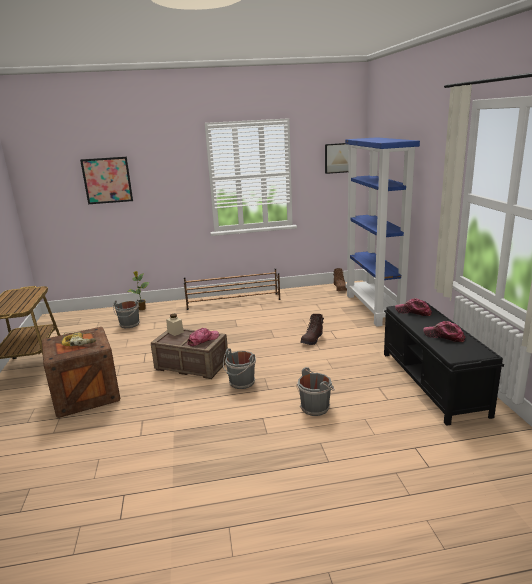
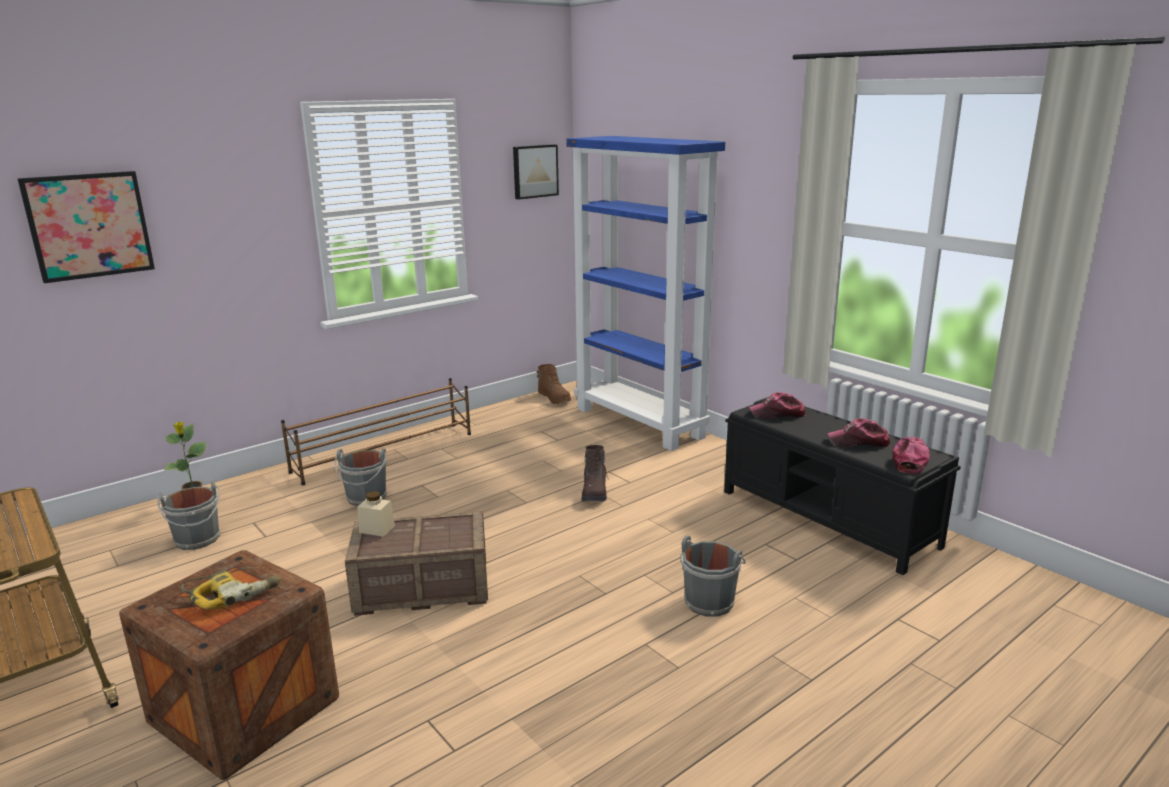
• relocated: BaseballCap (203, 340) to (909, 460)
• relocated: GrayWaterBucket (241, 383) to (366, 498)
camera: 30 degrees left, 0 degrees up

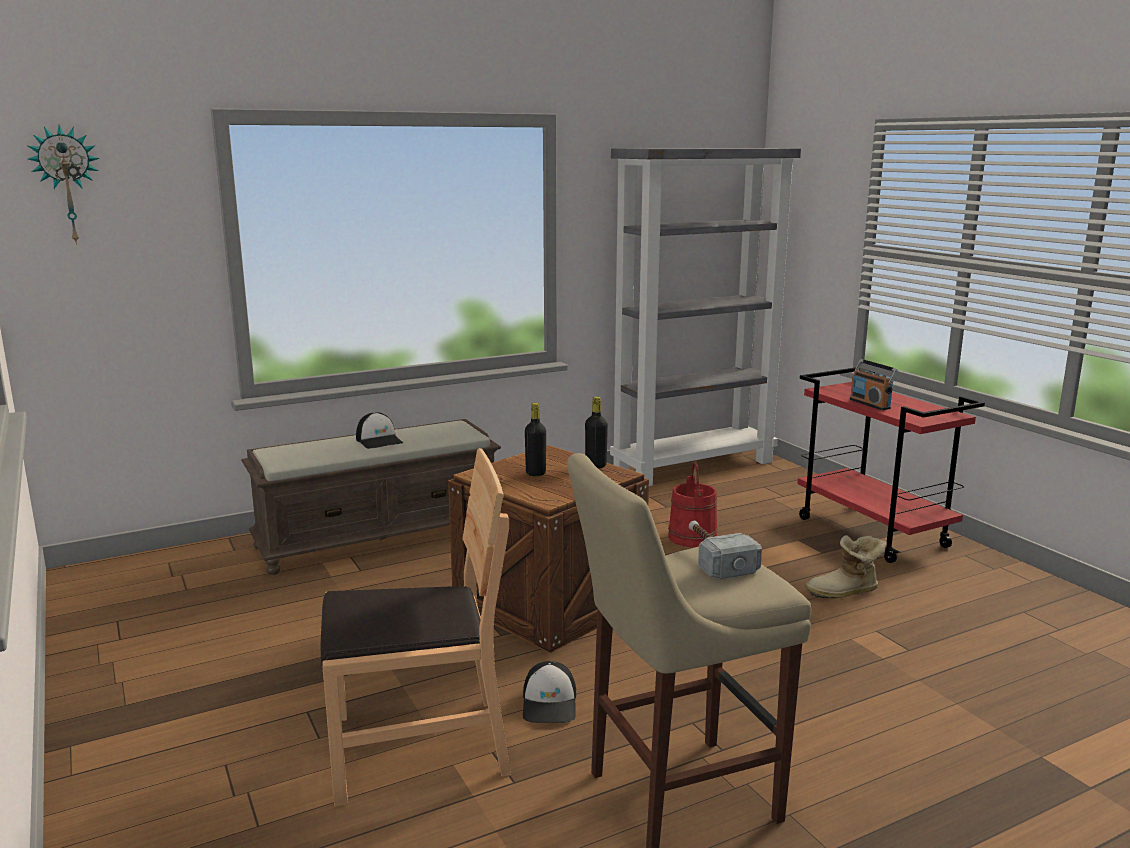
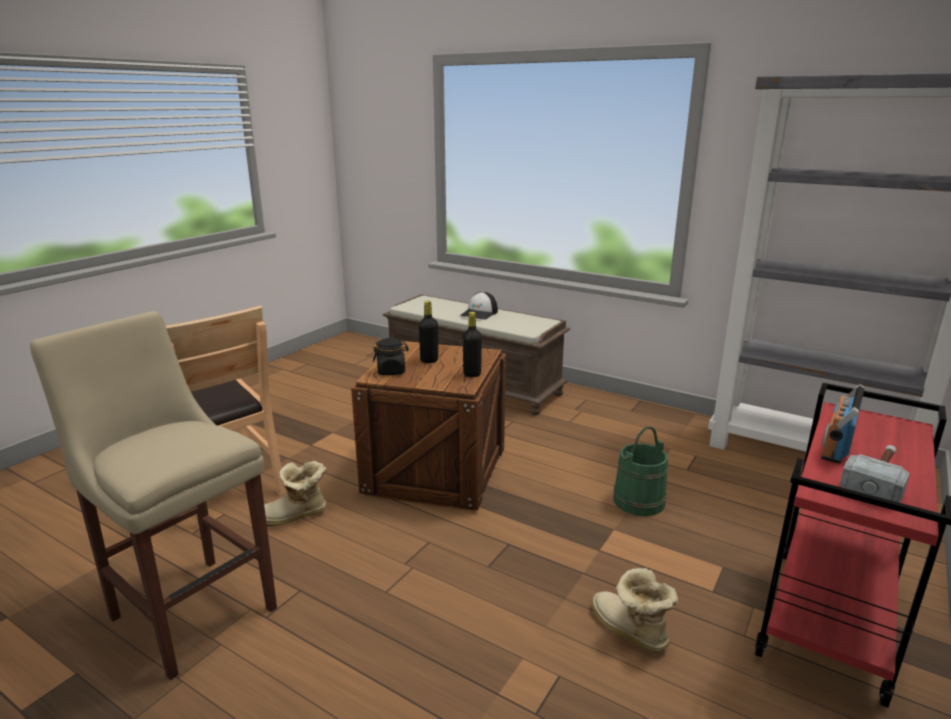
• missing: ClockOnTheWall (67, 185)
• exchanged: BaseballCap (550, 703) to HighTopBoot (294, 517)
• colour: ReddishWaterBucket (693, 537) to GreenishWaterBucket (639, 501)
• relocated: ToolHammer (714, 557) to (877, 480)
• appeared: BlackishJar (391, 371)
camera: 60 degrees right, 5 degrees up

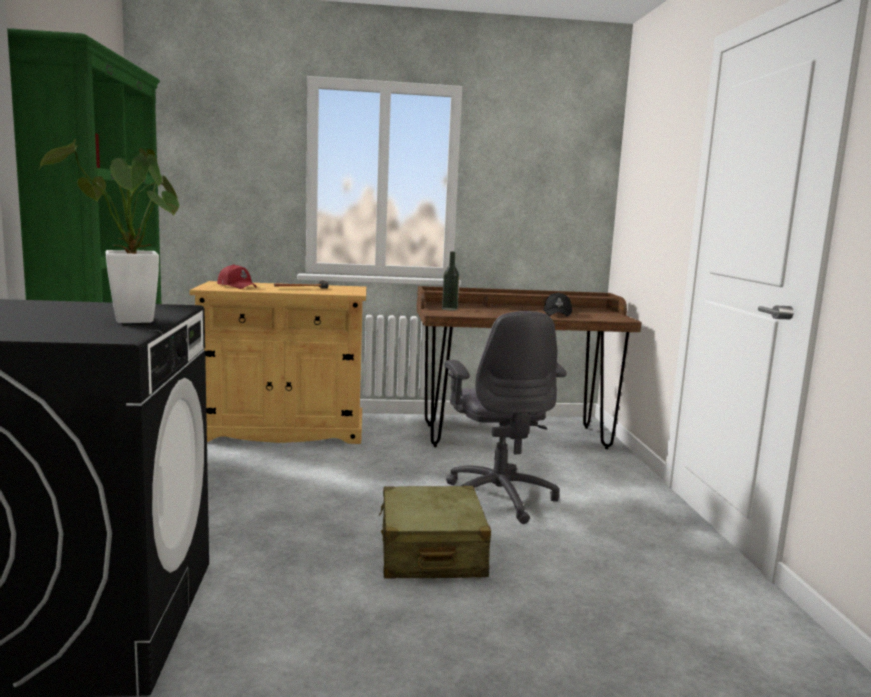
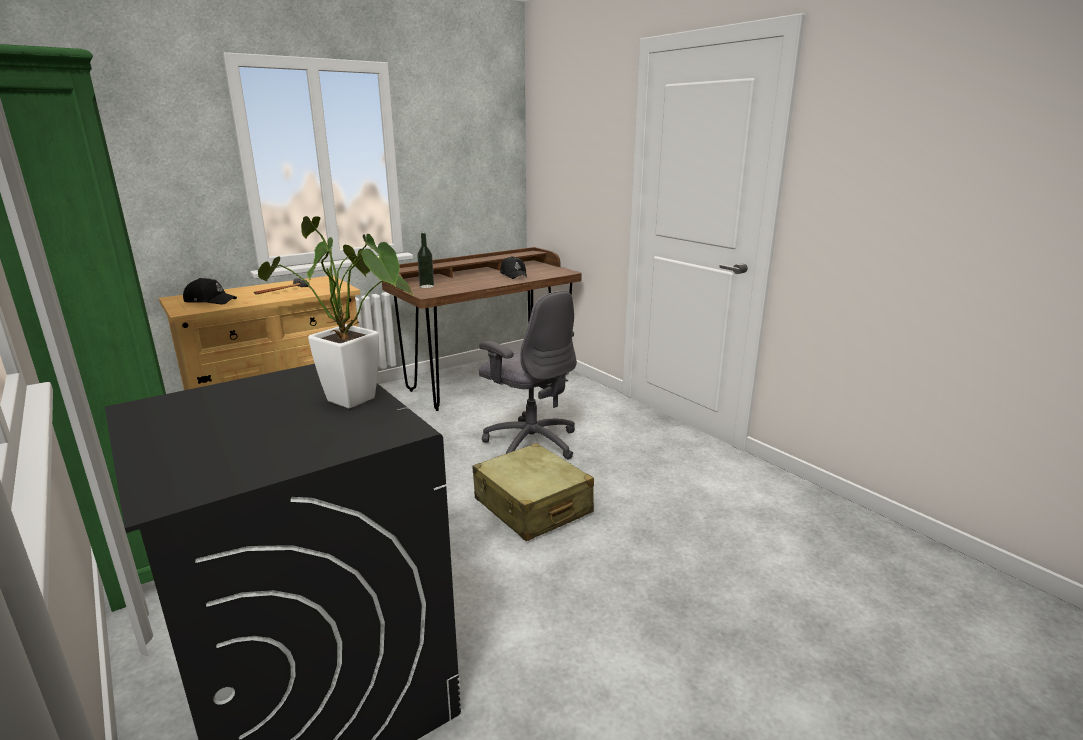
• colour: ReddishBaseballCap (237, 286) to BlackishBaseballCap (210, 301)
camera: 30 degrees left, 10 degrees up

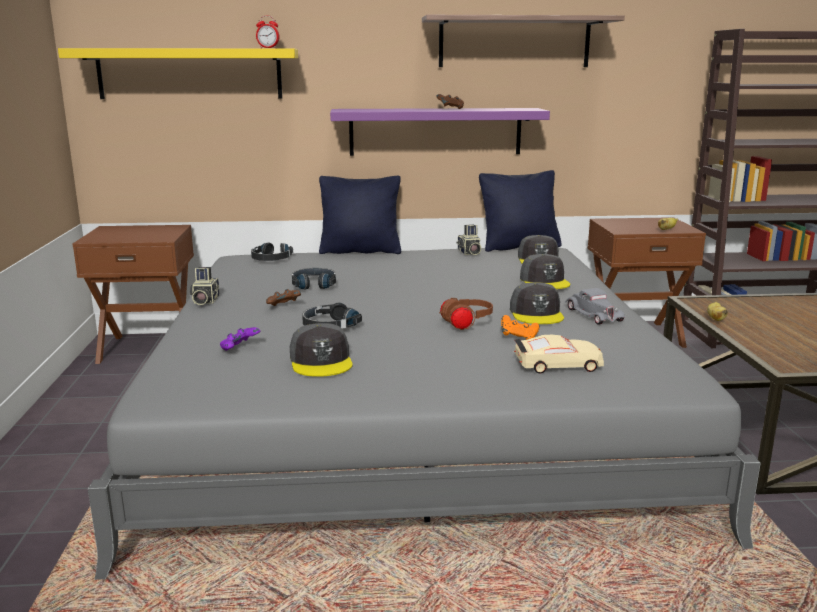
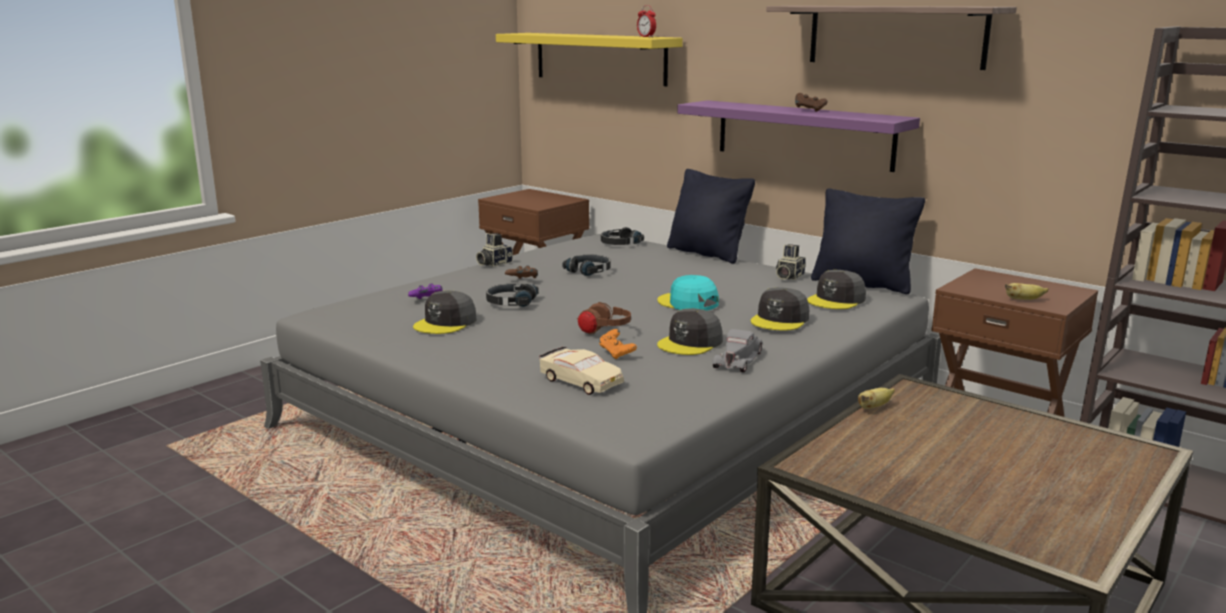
• appeared: BlueGreenBaseballCap (687, 303)
camera: 45 degrees right, 0 degrees up

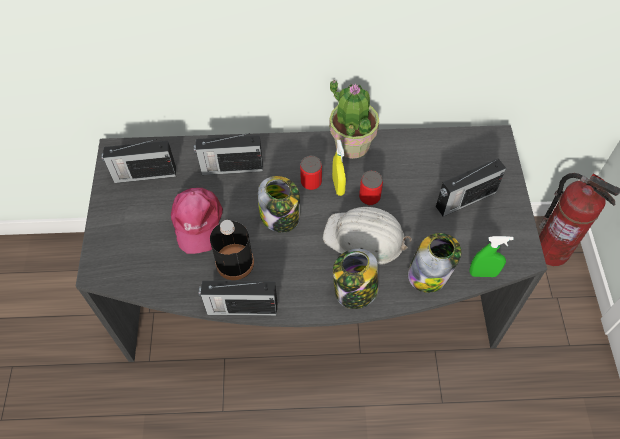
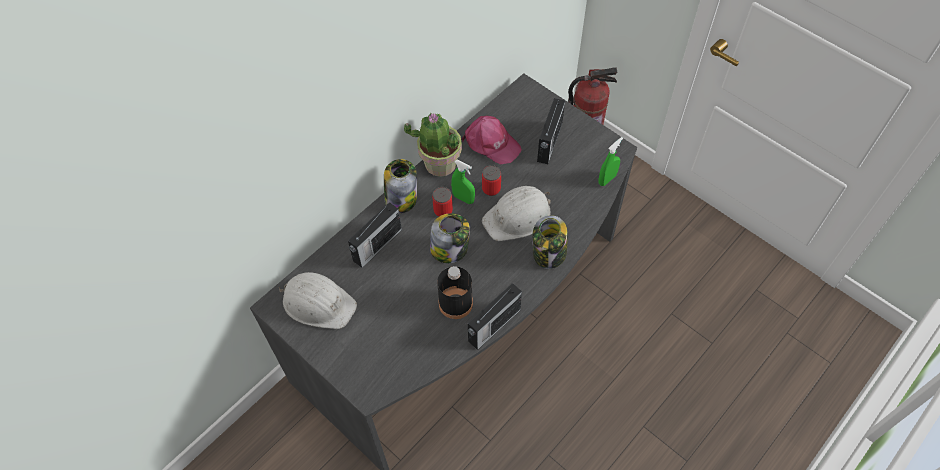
• exchanged: RadioSet (144, 174) to WhiteColouredHardHat (318, 303)
• relocated: PinkColouredBaseballCap (197, 222) to (491, 143)
• colour: YellowColouredHandSprayer (338, 186) to GreenishHandSprayer (463, 198)
• relocated: Jar (429, 274) to (401, 198)
camera: 45 degrees left, 0 degrees up

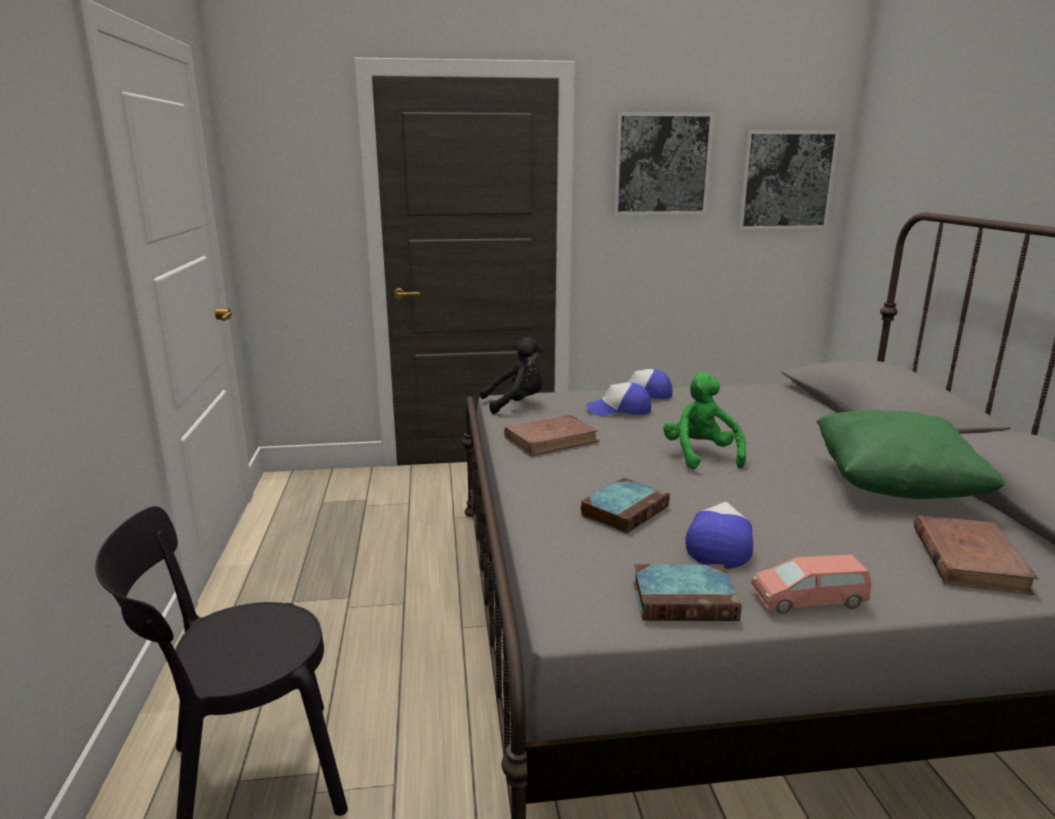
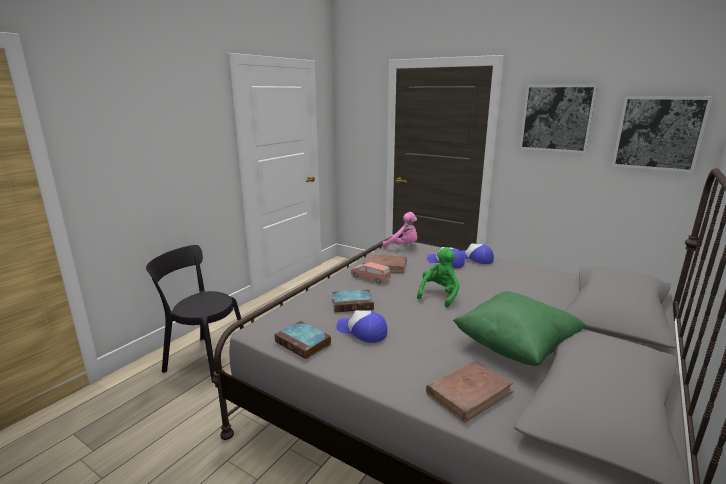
• colour: BlackishSoftToy (516, 404) to PinkColouredSoftToy (403, 246)
• spun: BaseballCap (719, 544) = (362, 332) 120 degrees counterclockwise
• relocated: PinkColouredToyCar (808, 600) to (370, 278)
camera: 40 degrees right, 0 degrees up

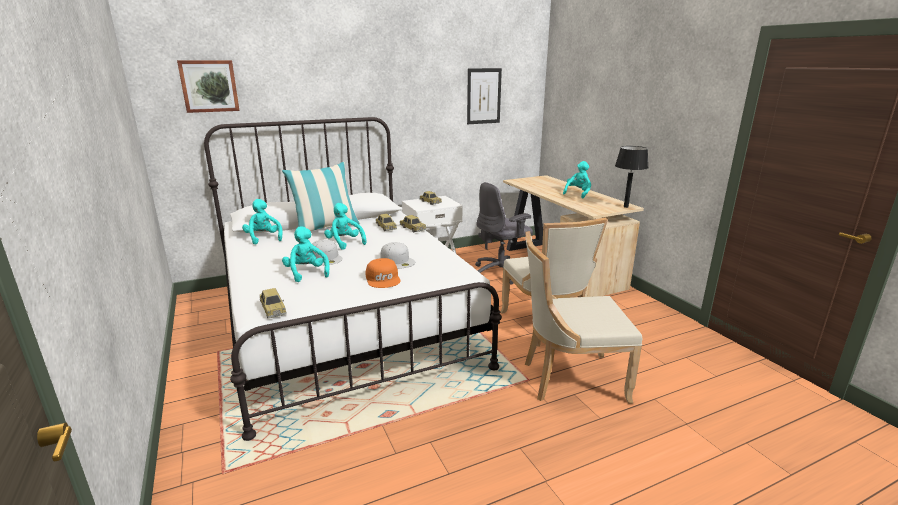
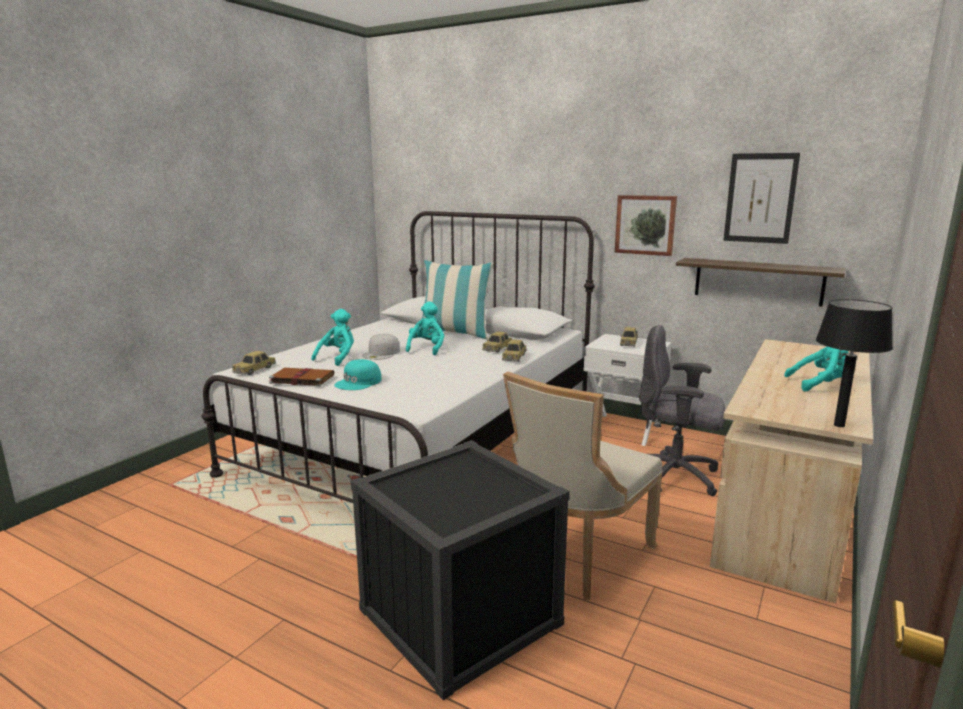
• relocated: Picture (209, 86) to (645, 225)
• missing: BlueGreenSoftToy (263, 238)
• colour: OrangeColouredBaseballCap (383, 279) to BlueGreenBaseballCap (359, 382)
• missing: WhiteColouredBaseballCap (398, 260)
• exchanged: SandColouredPlainChair (569, 379) to BlackishStorageBox (460, 616)
• appeared: BrownBook (301, 379)
• appeared: BracketShelf (758, 281)
camera: 55 degrees right, 5 degrees down

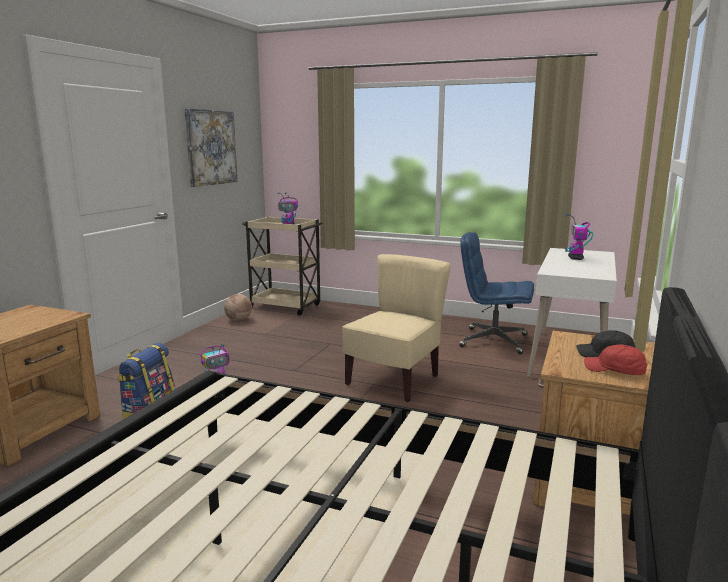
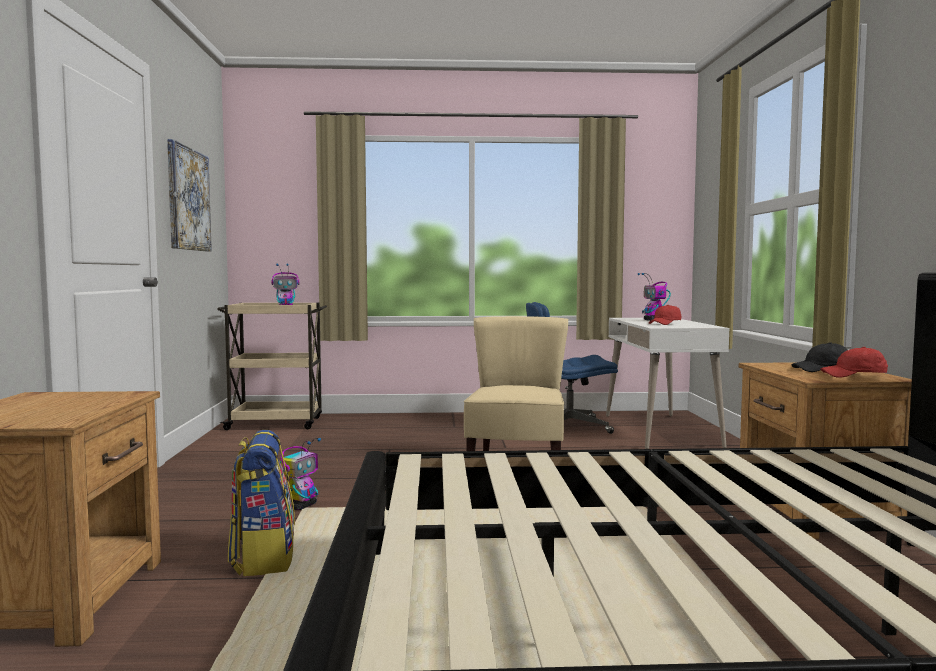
• missing: Basketball (238, 320)
• appeared: ReddishBaseballCap (665, 323)
camera: 25 degrees left, 10 degrees down

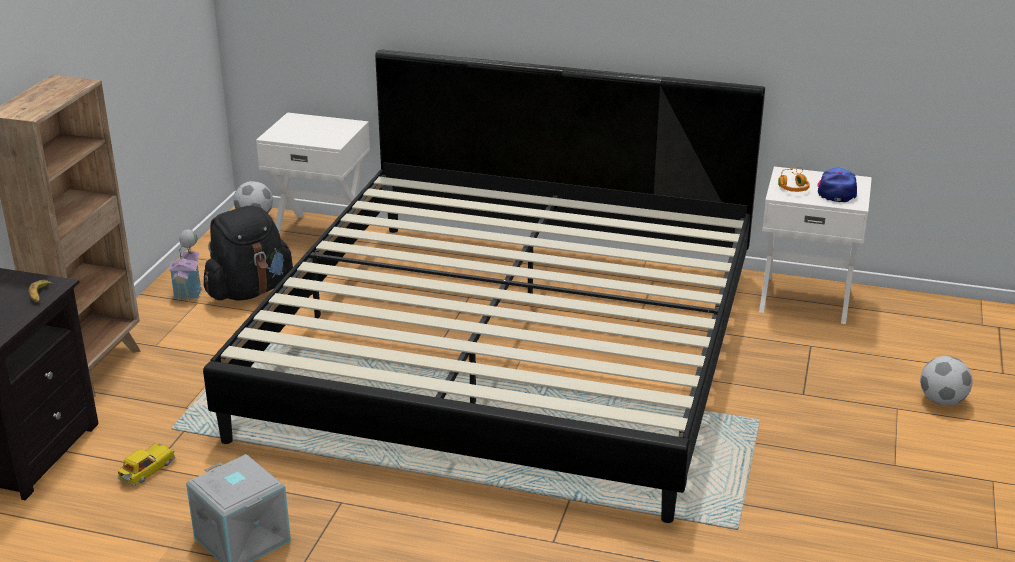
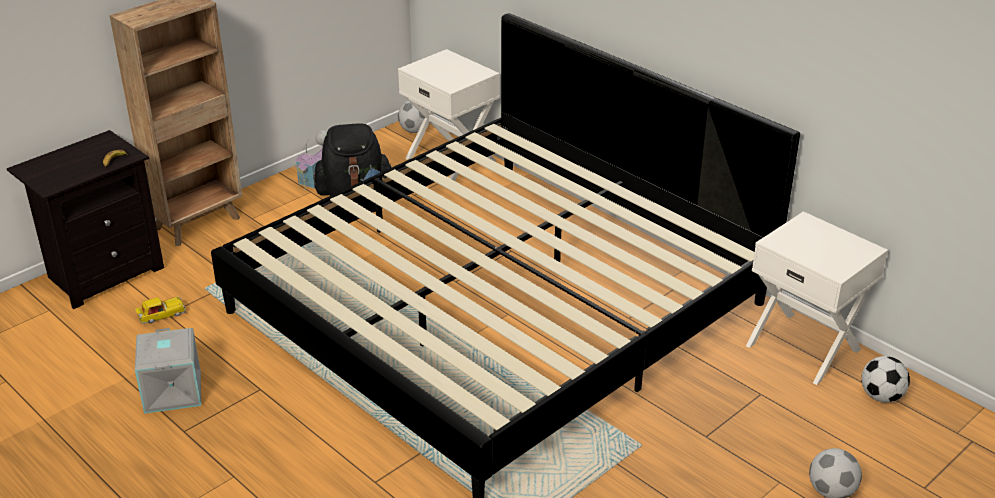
• missing: OrangeColouredHeadphones (793, 186)
• missing: BaseballCap (836, 191)
• appeared: FootballBall (881, 396)
camera: 30 degrees right, 5 degrees up

